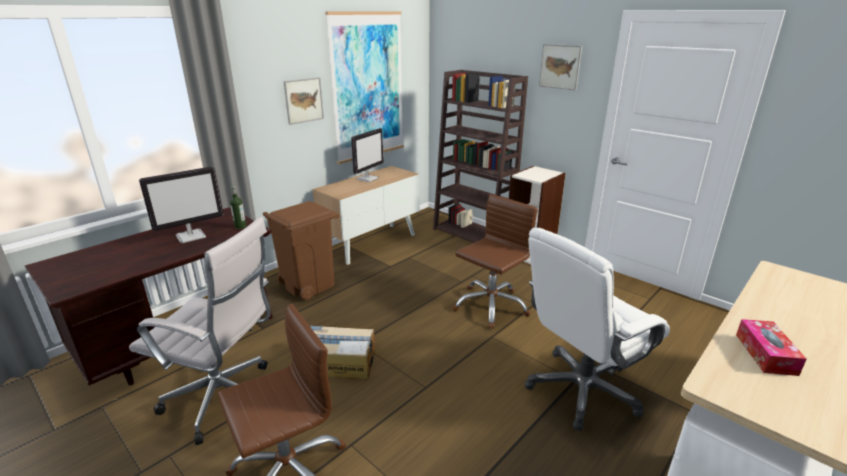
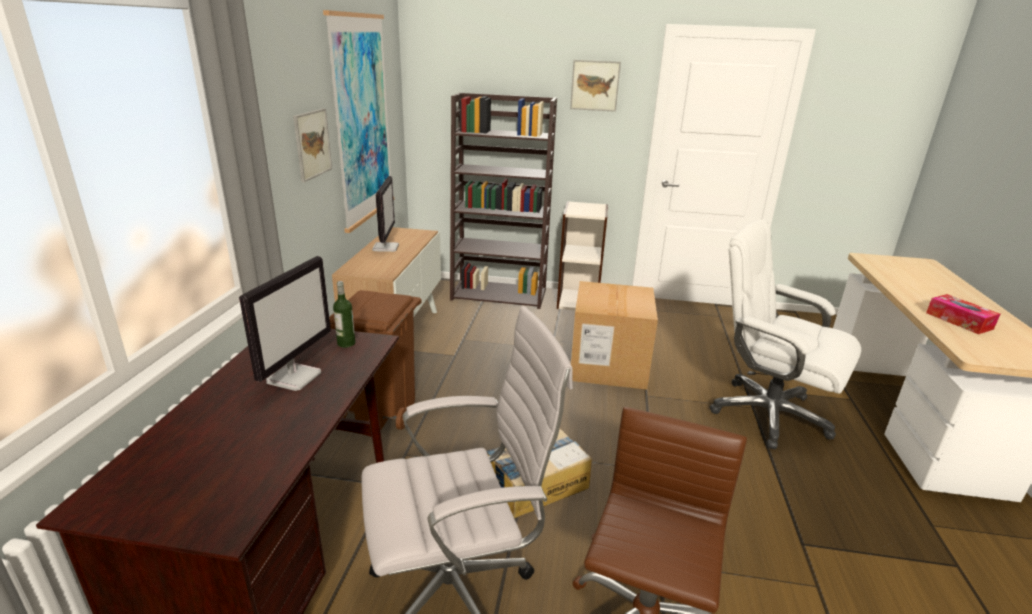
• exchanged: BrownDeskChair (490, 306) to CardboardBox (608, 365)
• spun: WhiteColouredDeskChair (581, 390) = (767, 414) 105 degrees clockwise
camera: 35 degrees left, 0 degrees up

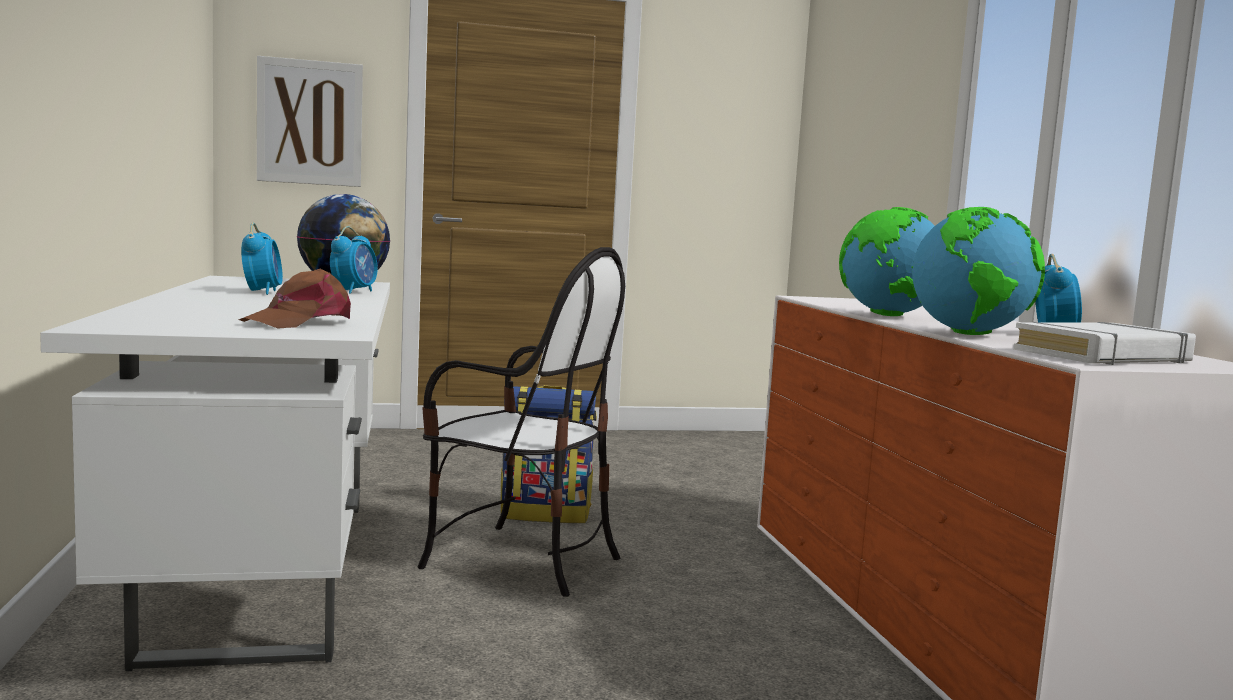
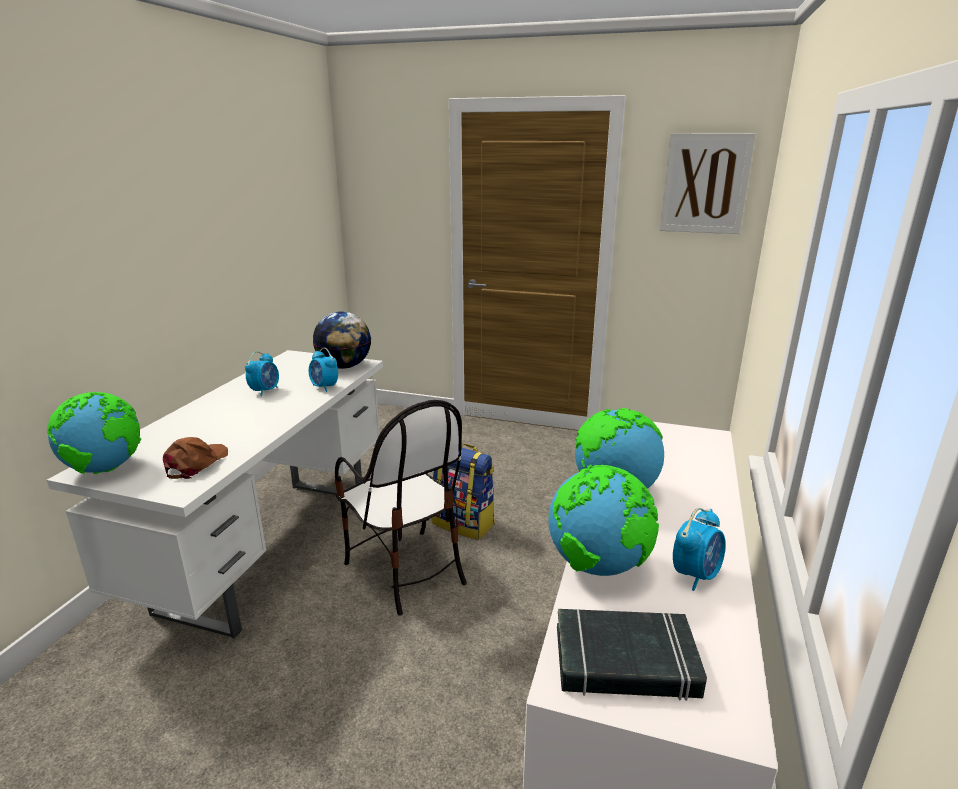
• spun: BrownBaseballCap (300, 322) = (196, 463) 135 degrees clockwise
• relocated: Picture (310, 122) to (705, 184)
• spun: AlarmClock (354, 291) = (324, 387) 90 degrees clockwise
• colour: WhiteColouredBook (1103, 356) to BlackishBook (625, 662)
• appeared: WorldGlobe (106, 469)
camera: 30 degrees right, 15 degrees up

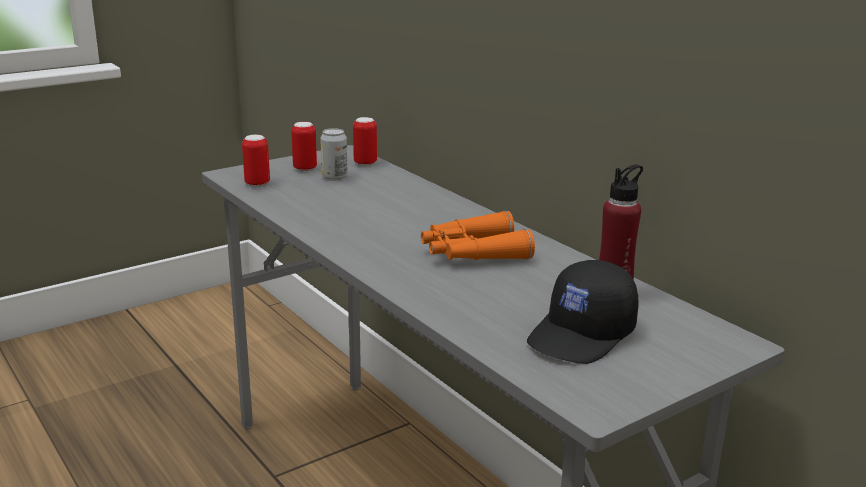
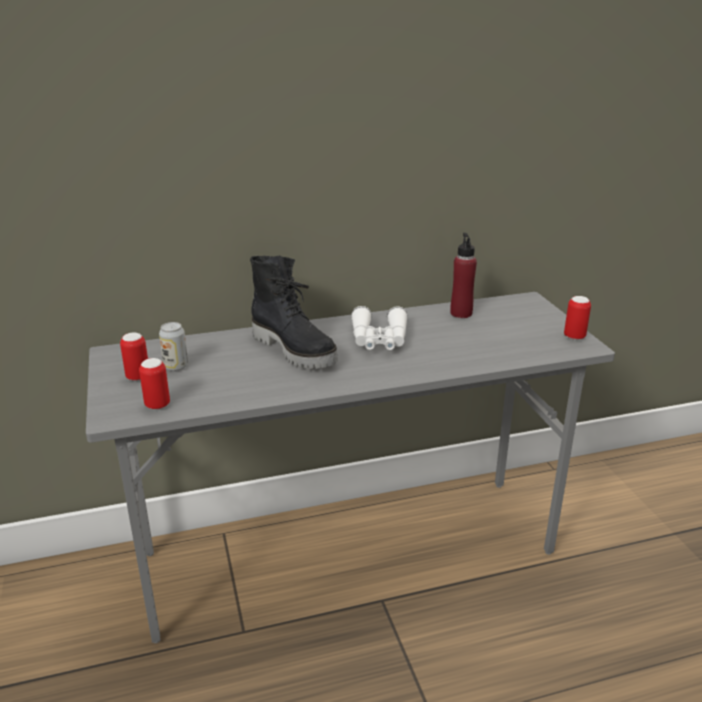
• relocated: MetalCan (365, 163) to (574, 337)
• colour: OrangeColouredPairOfBinoculars (472, 253) to WhiteColouredPairOfBinoculars (379, 340)
• missing: BlackishBaseballCap (582, 335)
• appeared: BlackishHighTopBoot (295, 350)
camera: 70 degrees left, 5 degrees up

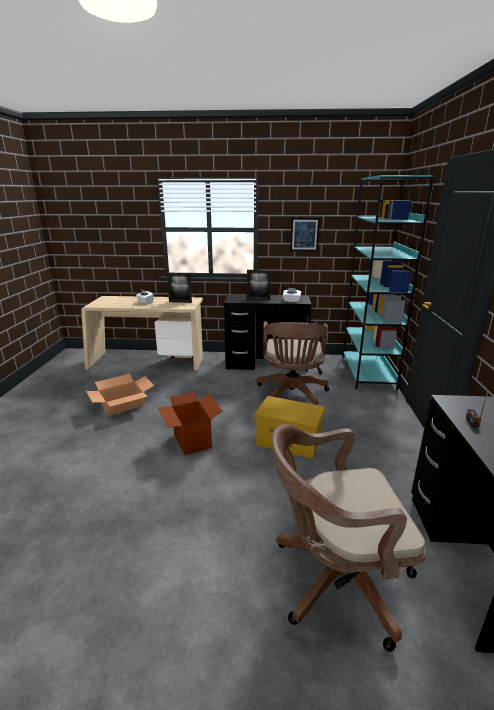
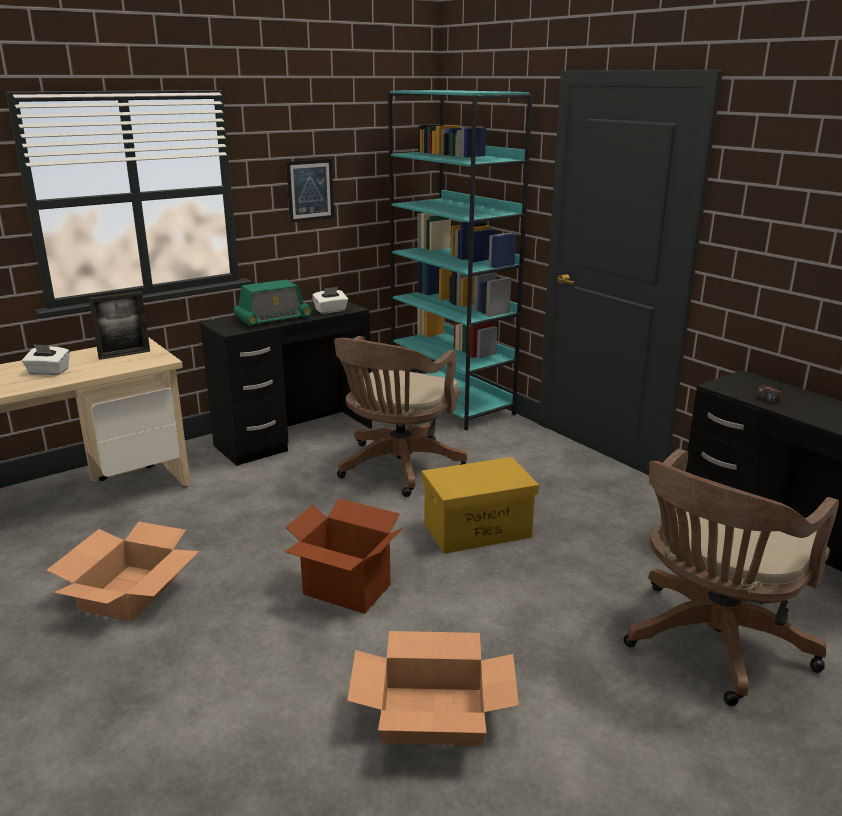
• exchanged: PhotoFrame (258, 299) to RadioSet (273, 319)
• spun: BrownDeskChair (291, 395) = (397, 469) 60 degrees clockwise
• appeared: CardboardBox (432, 715)
camera: 40 degrees left, 0 degrees up

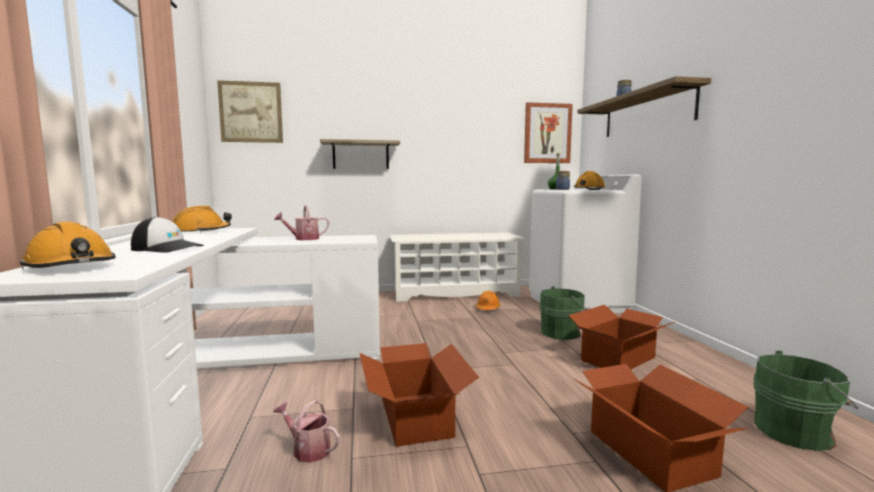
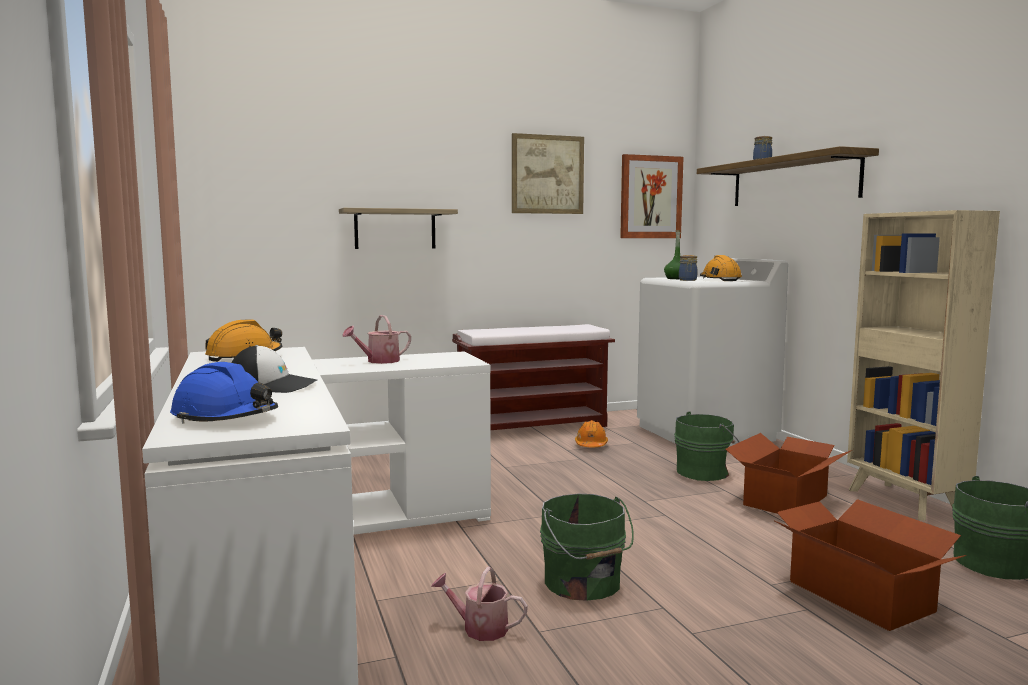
• colour: OrangeColouredHardHat (72, 267) to BlueHardHat (225, 418)
• relocated: Picture (251, 112) to (547, 174)
• exchanged: CardboardBox (414, 418) to GreenishWaterBucket (583, 584)
• exchanged: WhiteColouredShoeStand (455, 293) to BrownBench (533, 426)
• appeared: SandColouredBookshelf (905, 502)
camera: 10 degrees left, 0 degrees up

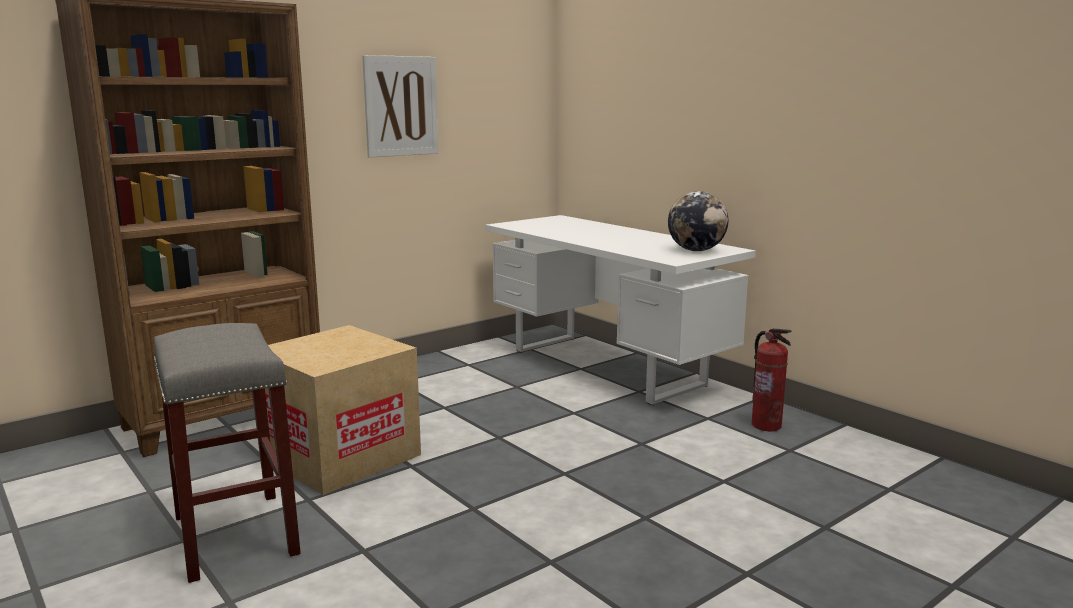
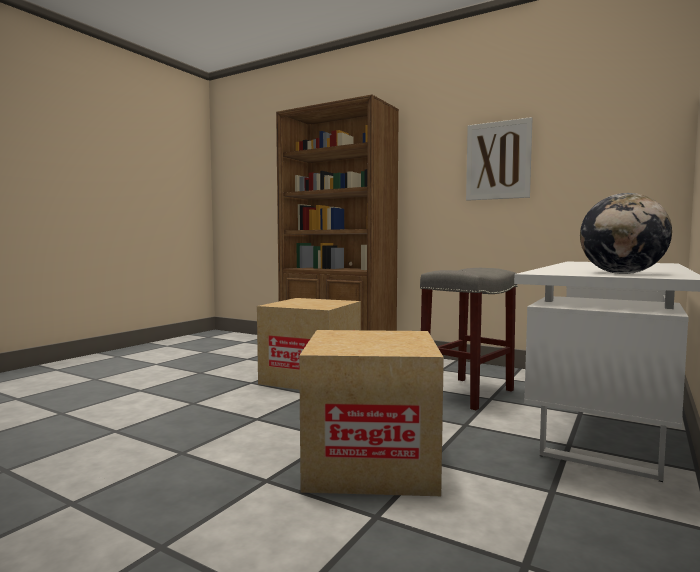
• relocated: GrayStool (234, 534) to (467, 393)
• missing: FireFightingCylinder (767, 425)
• appeared: CardboardBox (371, 462)
camera: 70 degrees right, 10 degrees down

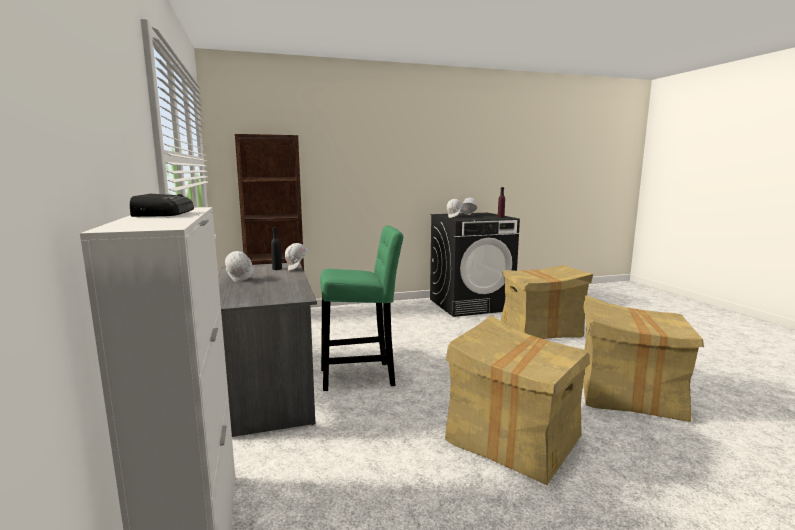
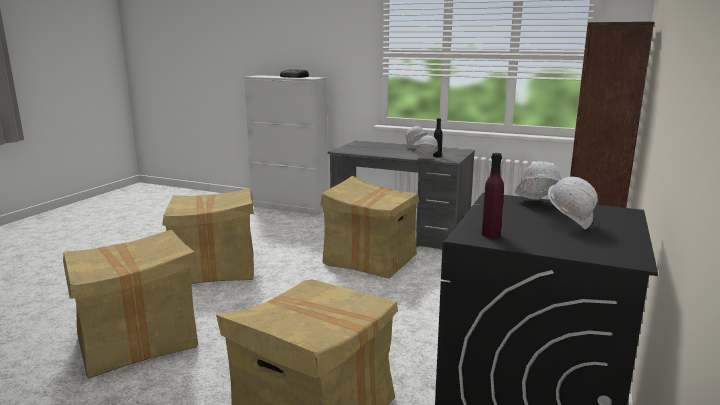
• exchanged: GreenishStool (362, 376) to CardboardBox (369, 259)
camera: 130 degrees right, 5 degrees up

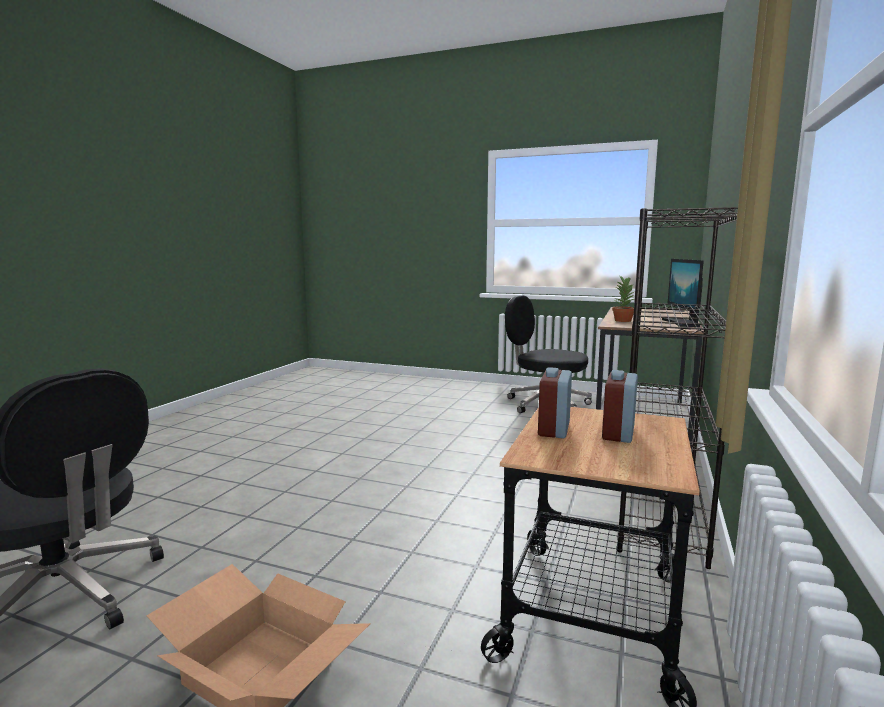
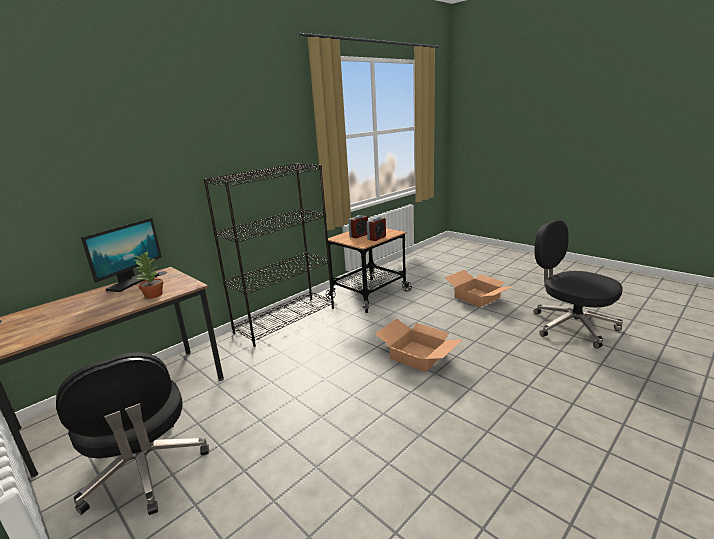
• appeared: CardboardBox (419, 355)
camera: 155 degrees left, 10 degrees up

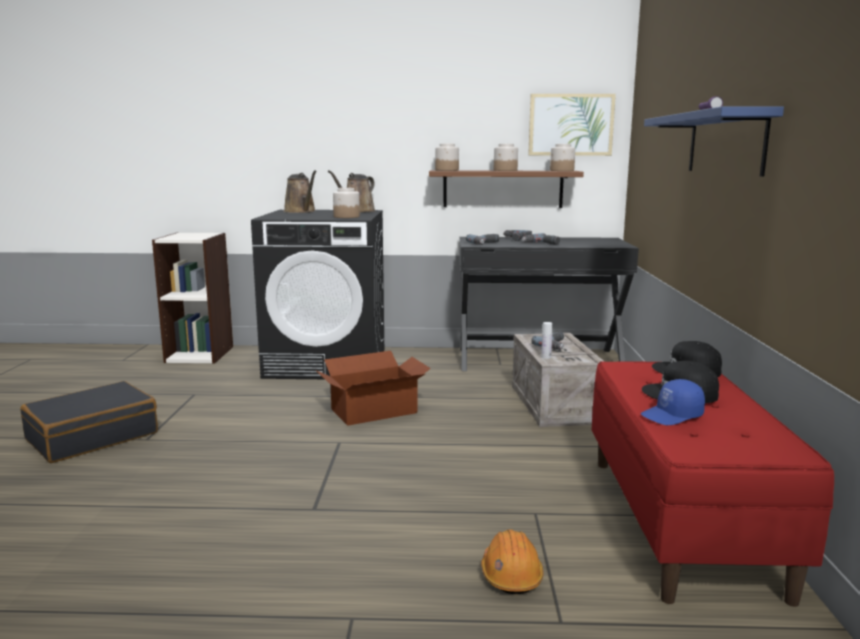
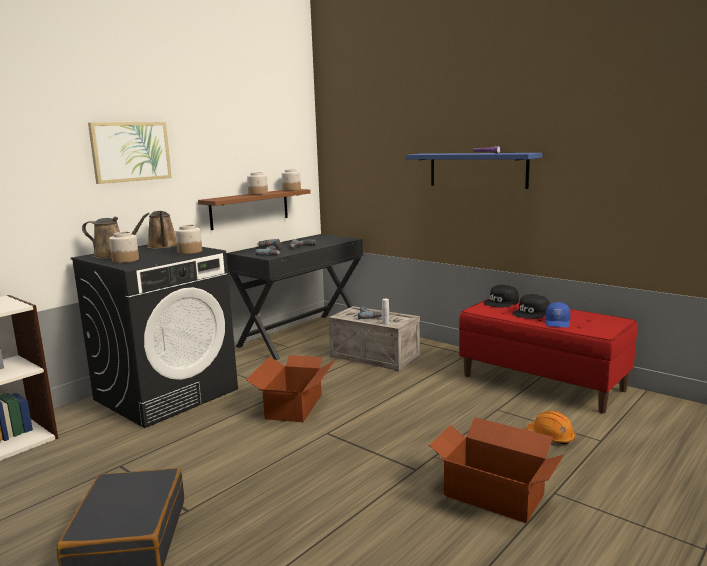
• relocated: Jar (447, 170) to (126, 260)
• relocated: Picture (570, 125) to (131, 151)
• appeared: CardboardBox (493, 494)
camera: 50 degrees left, 0 degrees up

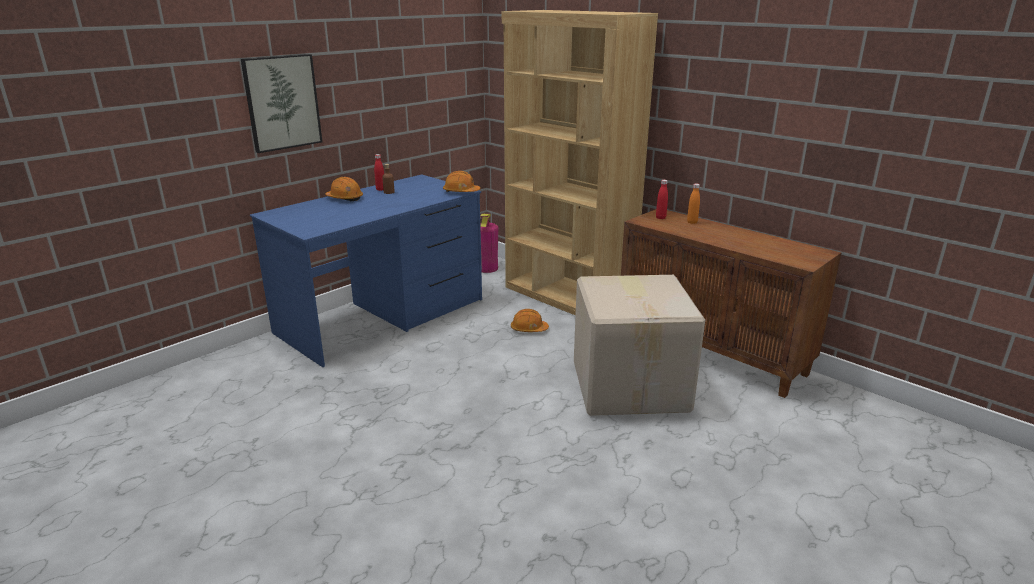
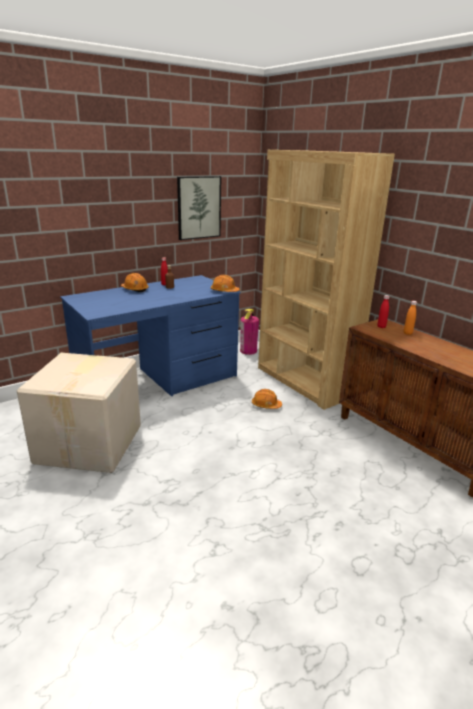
• relocated: Picture (282, 102) to (198, 207)
• relocated: CardboardBox (631, 385) to (91, 443)
camera: 10 degrees right, 0 degrees up

